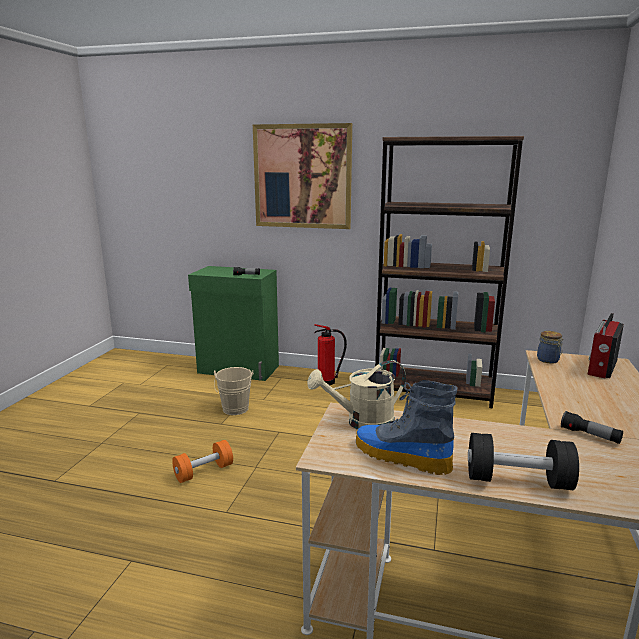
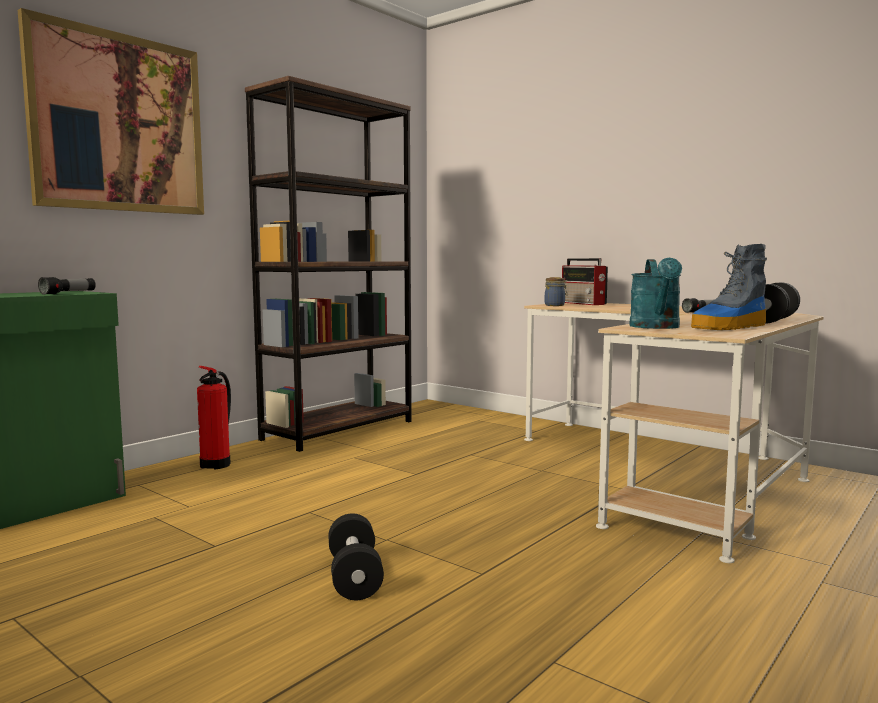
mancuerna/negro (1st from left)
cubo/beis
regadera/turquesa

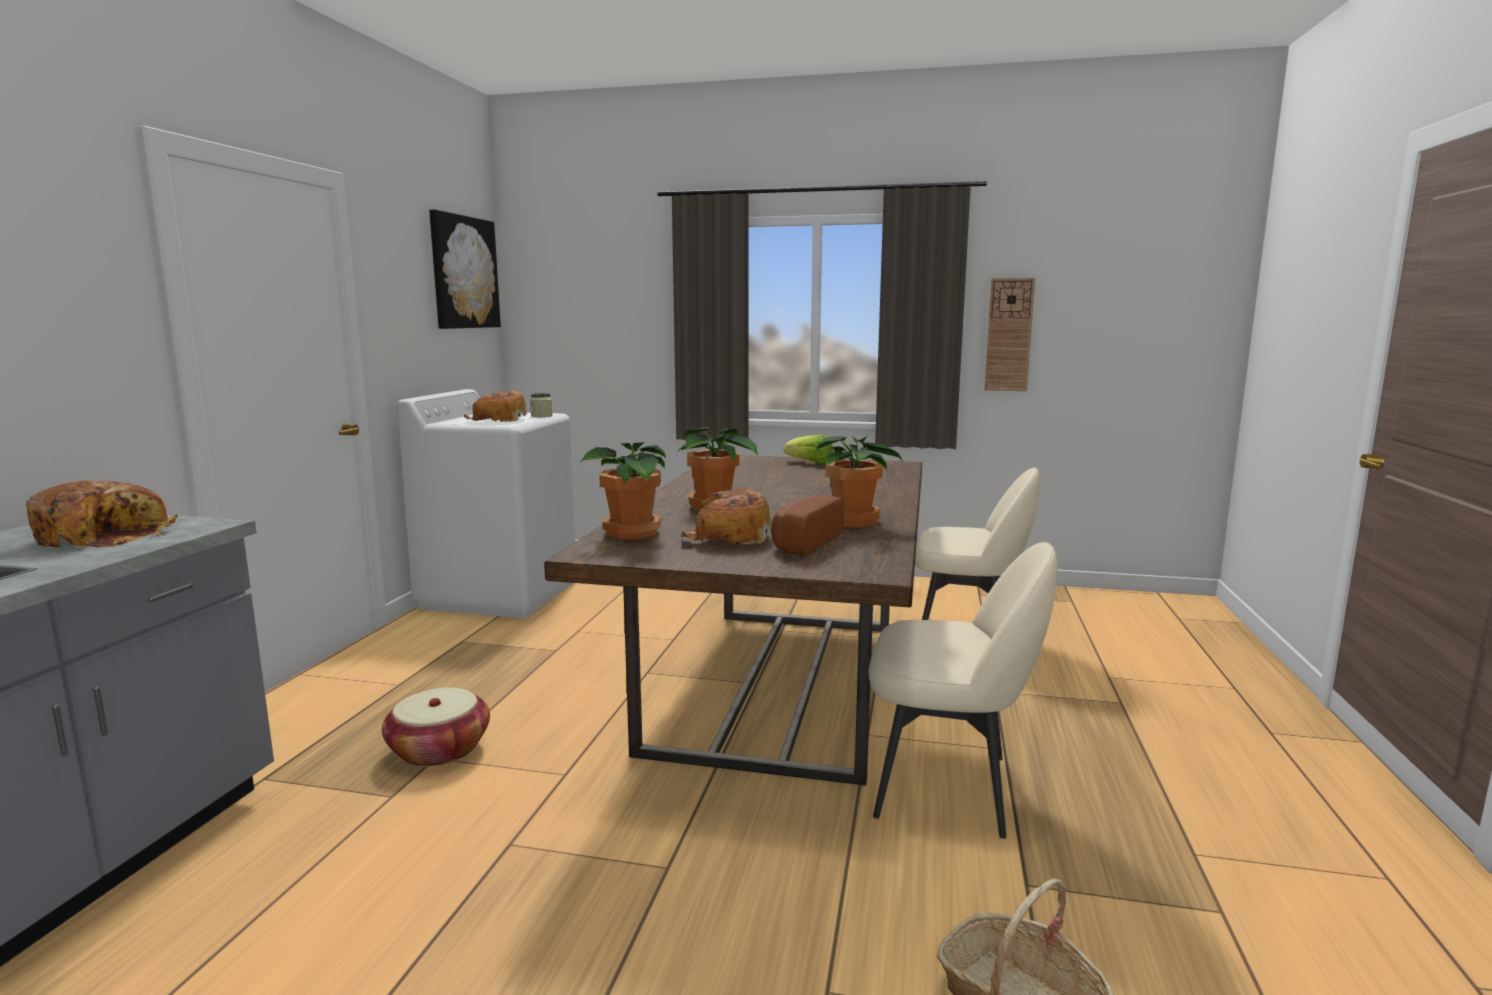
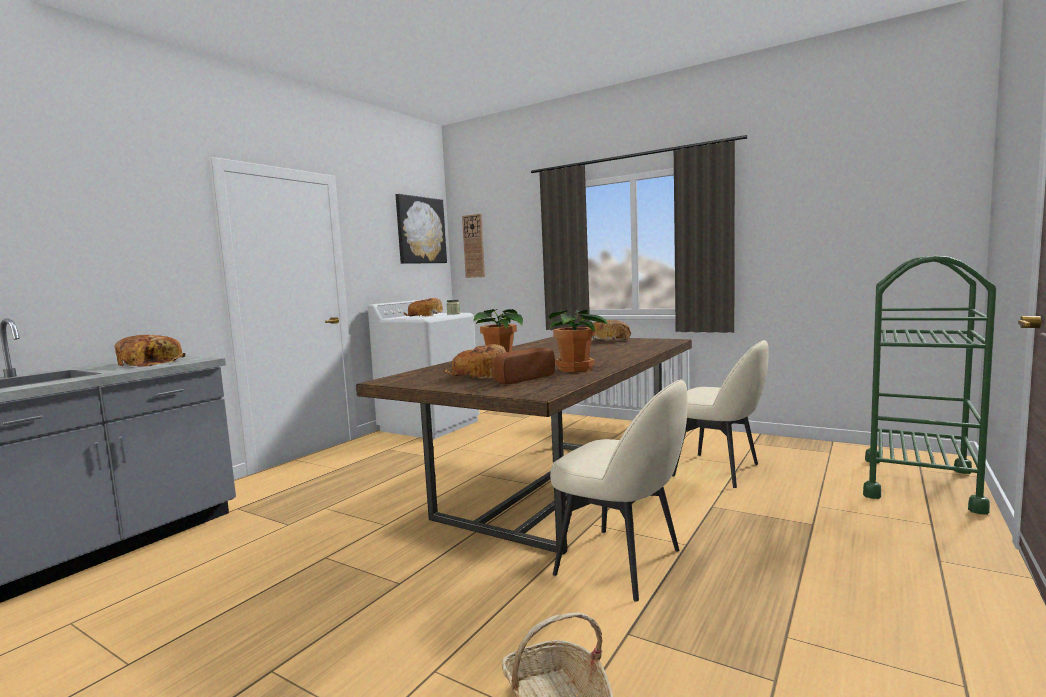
cesta (1st from left in the first image)
planta en maceta (1st from left in the first image)
pan (5th from left)
reloj de pared
carrito/verde

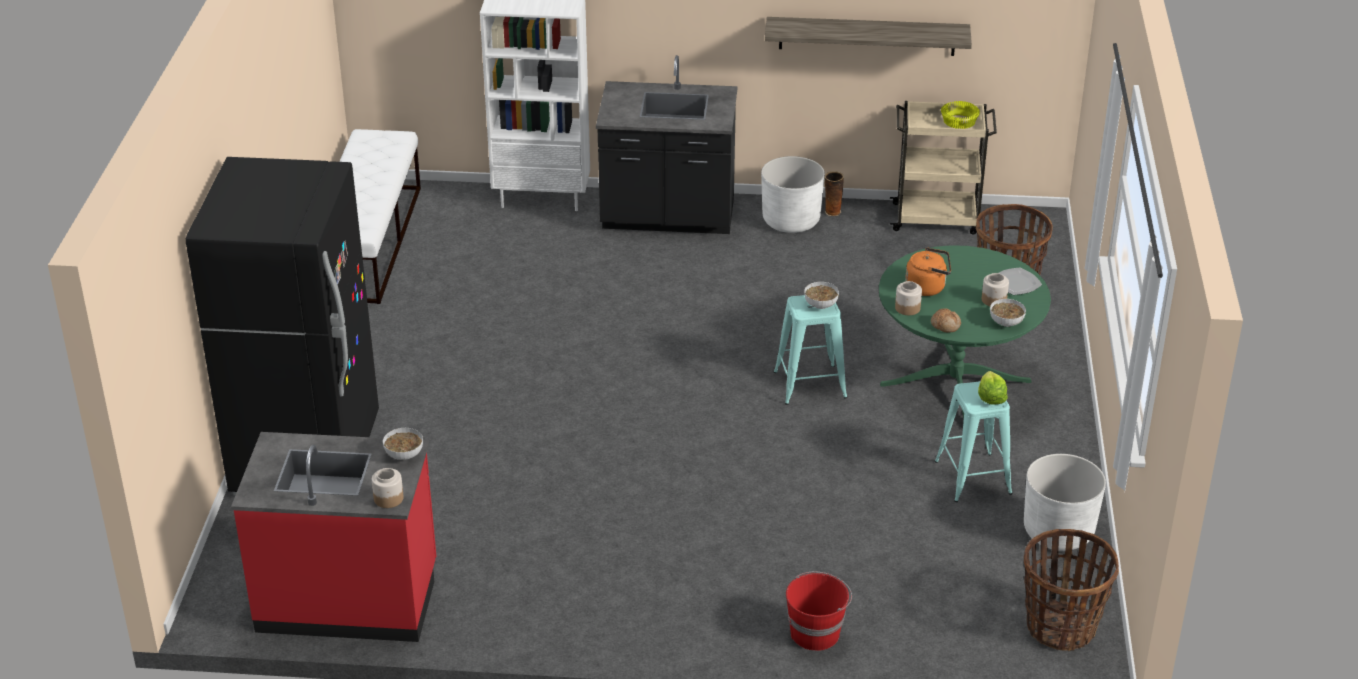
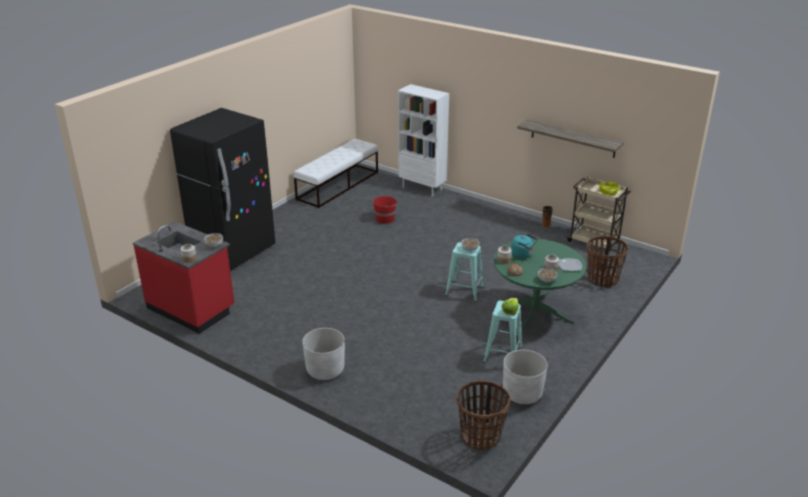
mueble bajo de cocina/negro
maceta/blanco (1st from left)
cubo/rojo
hervidor/turquesa

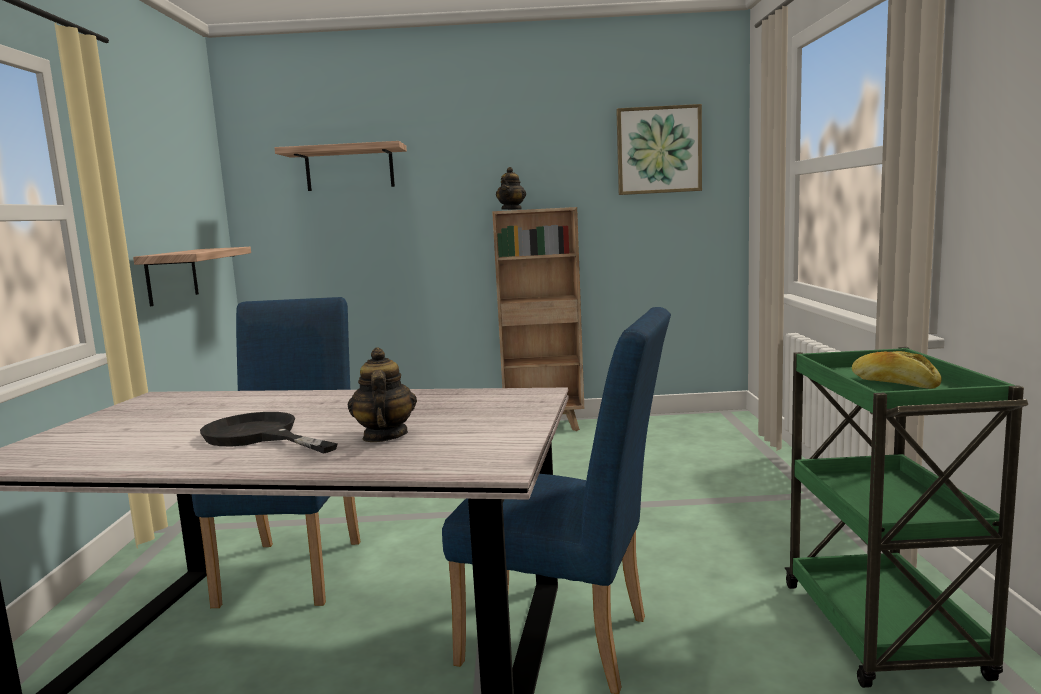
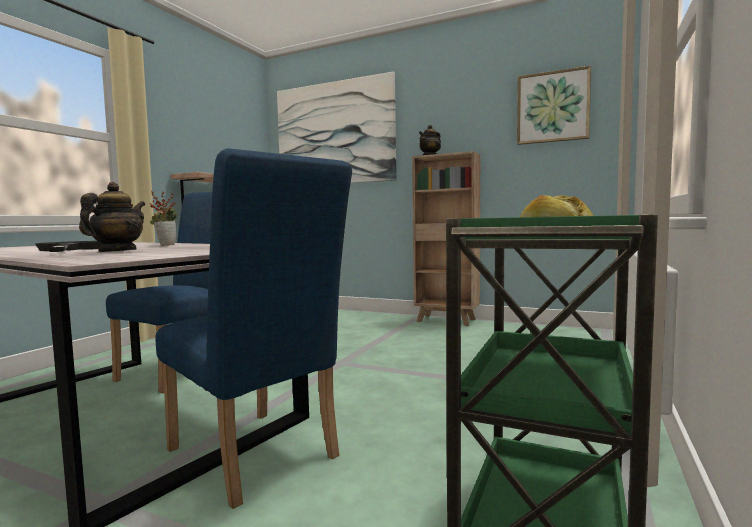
cuadro (1st from left)
planta en maceta

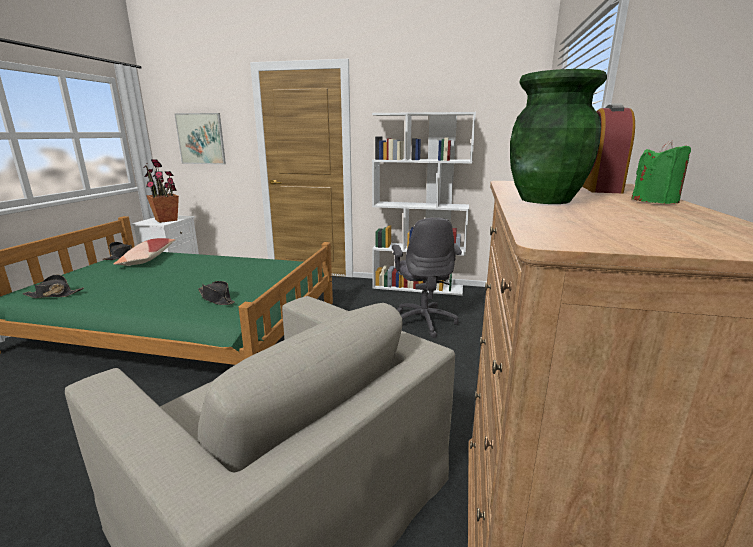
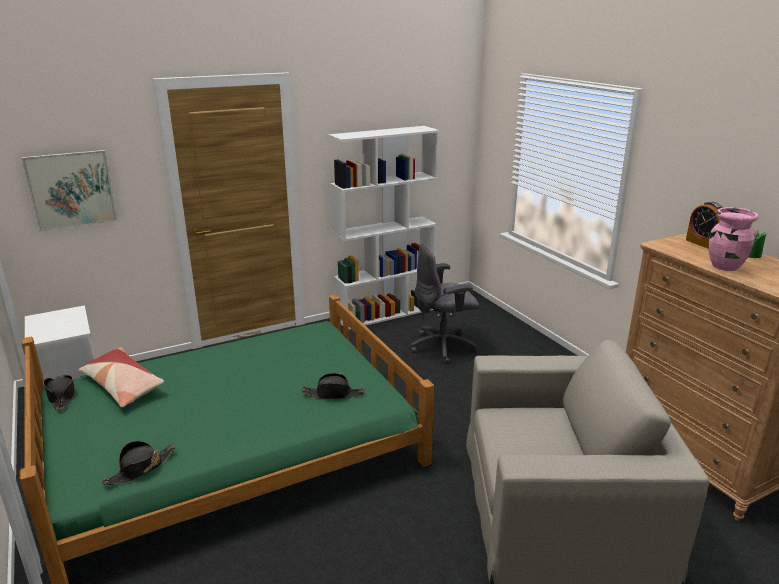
planta en maceta
silla de oficina/gris
florero/rosa

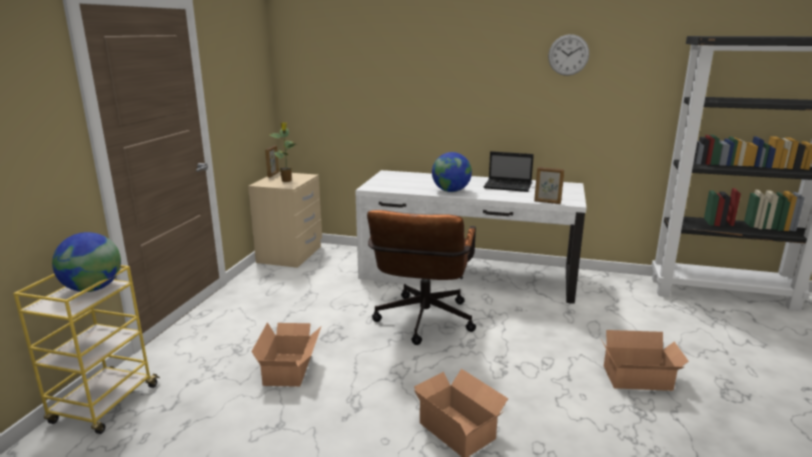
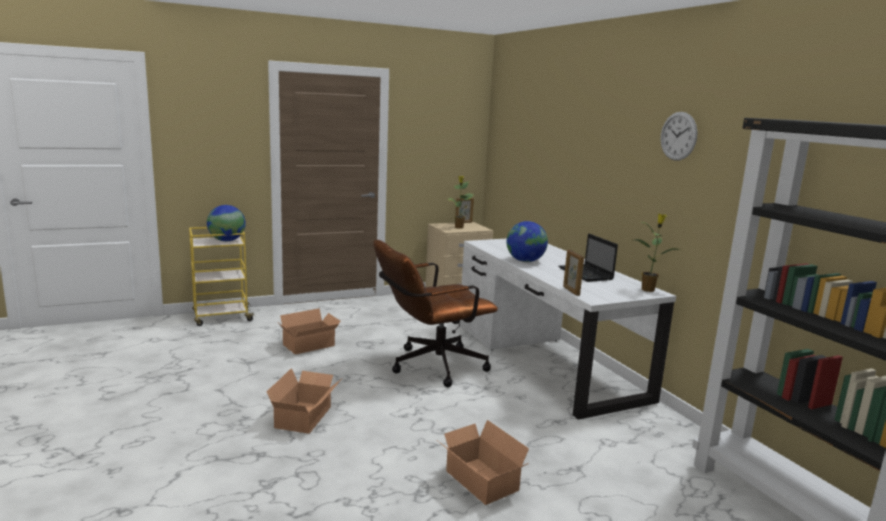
planta en maceta (2nd from left)

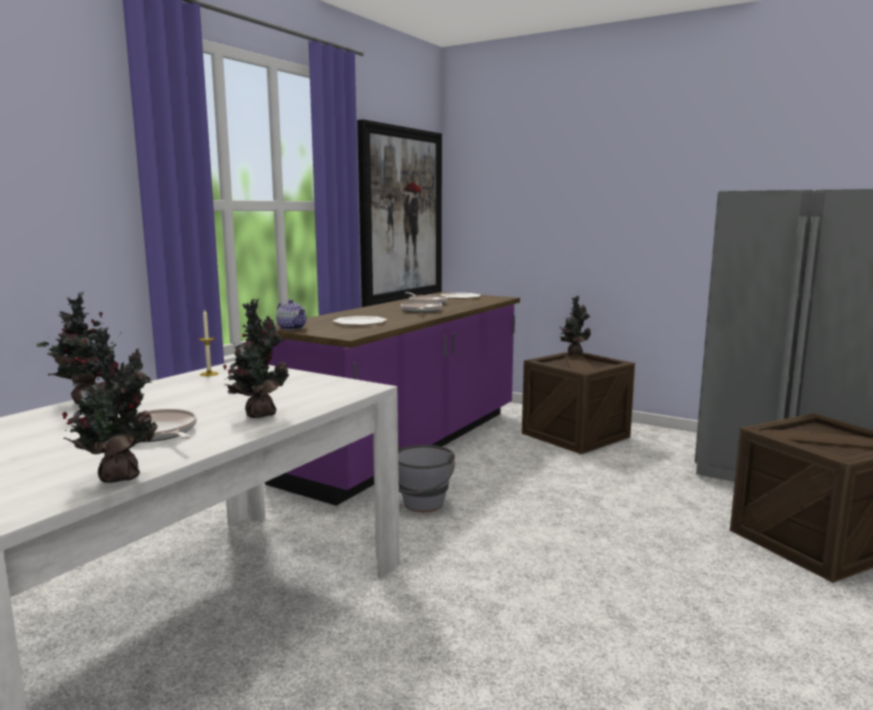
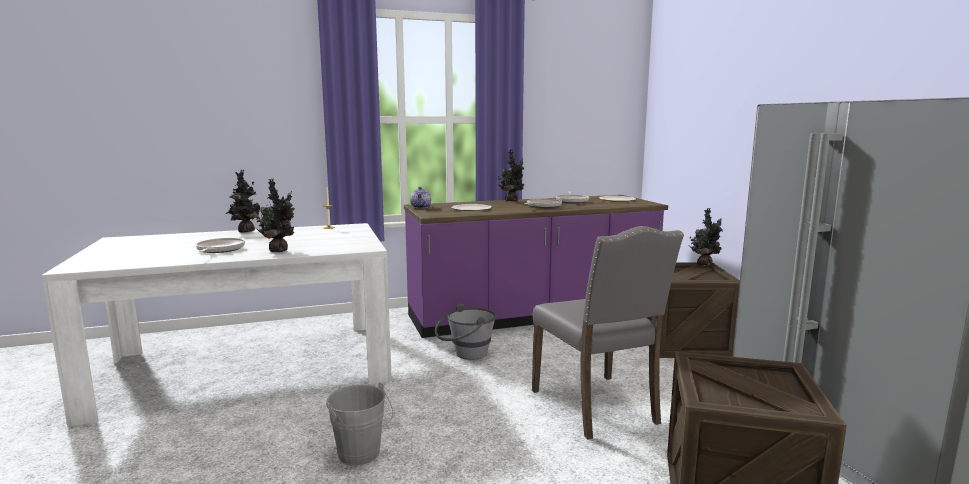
planta en maceta (3rd from left)
cuadro
cubo/gris (1st from left)
silla/gris

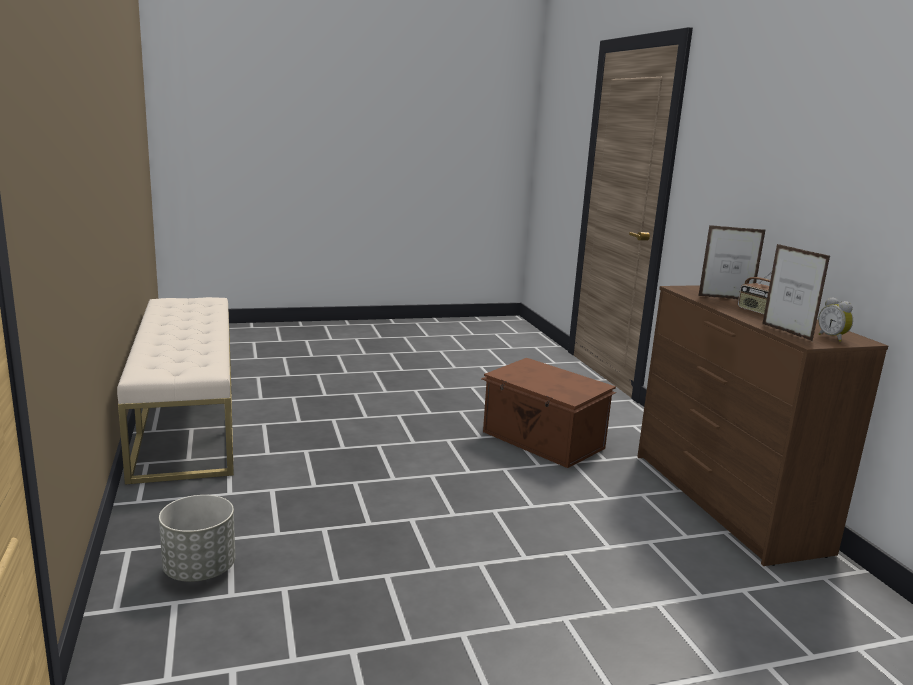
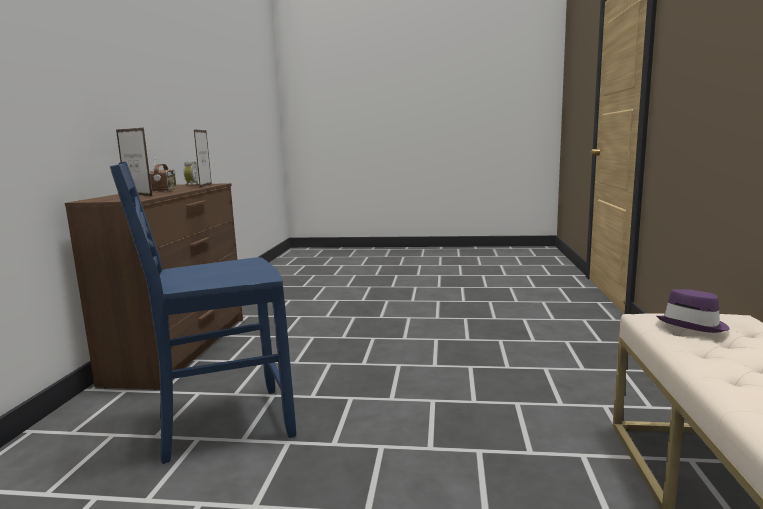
maceta/gris
silla/azul
sombrero/morado

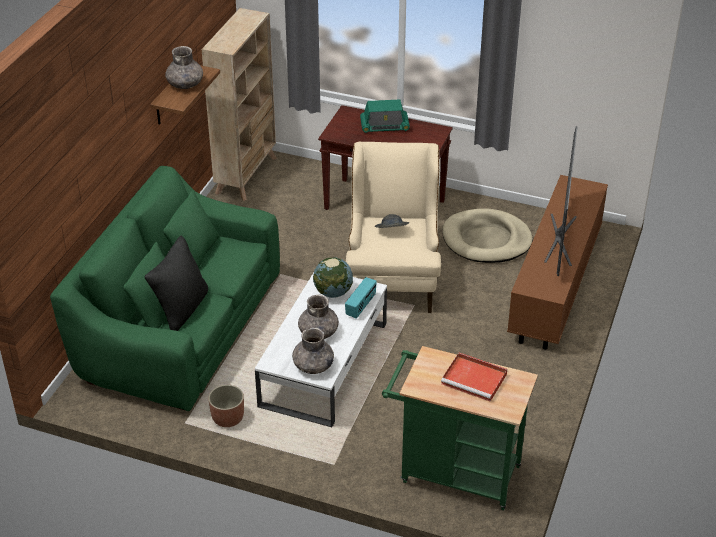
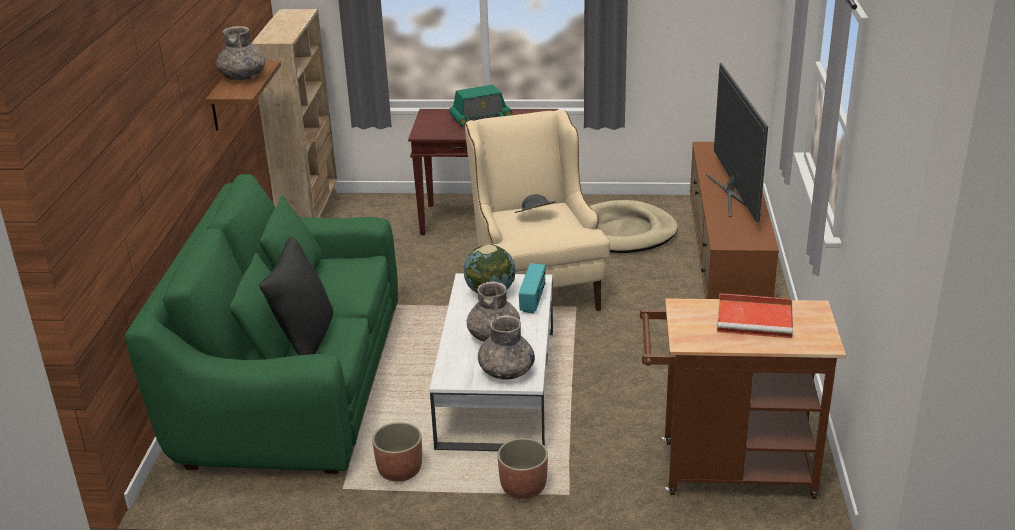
carrito/marrón
maceta (2nd from left)

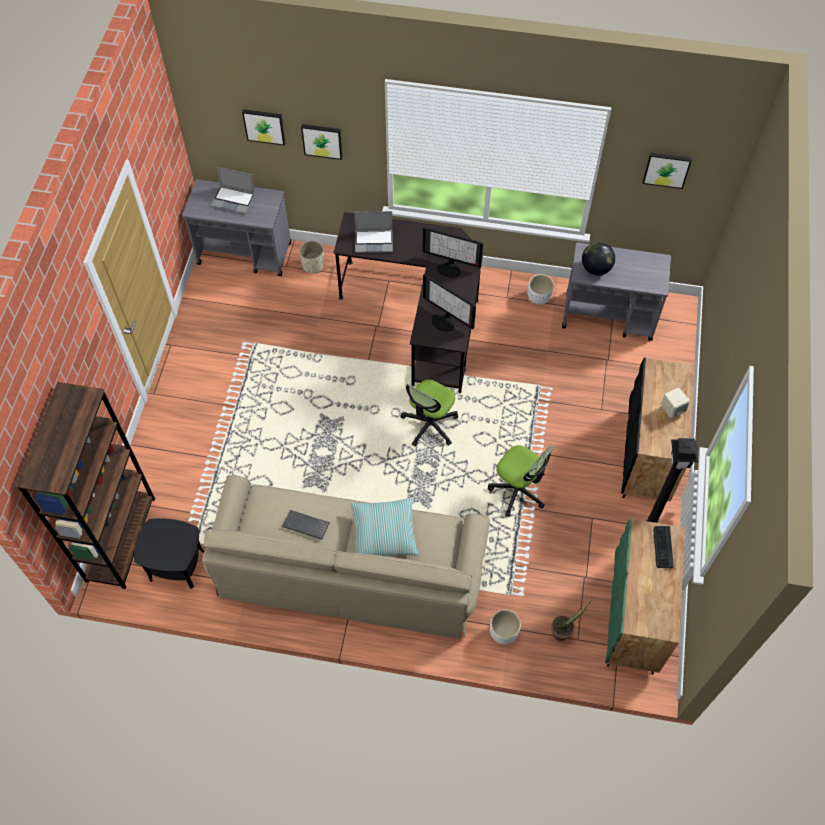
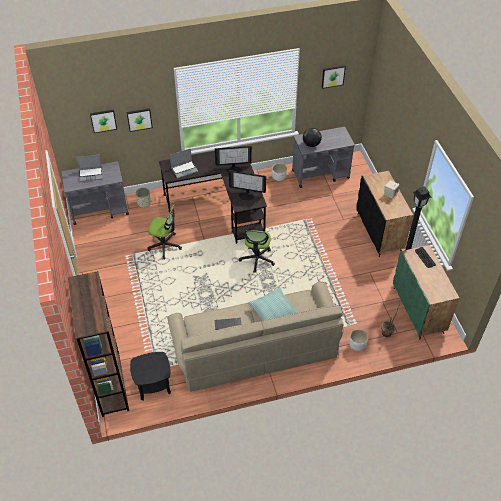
silla de oficina (1st from left)

